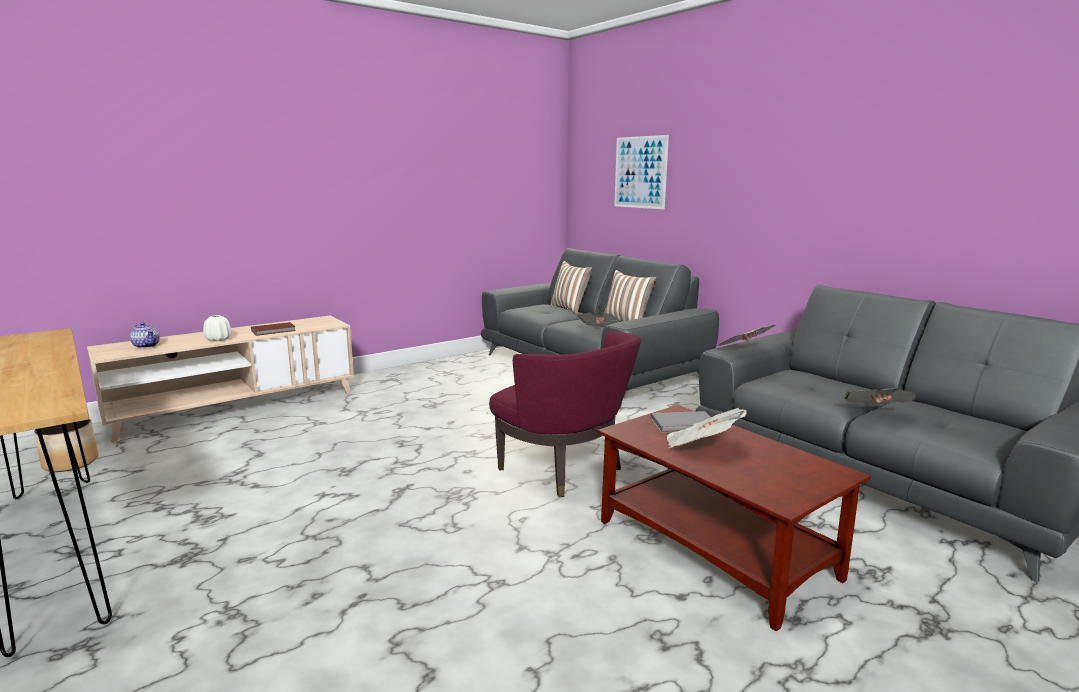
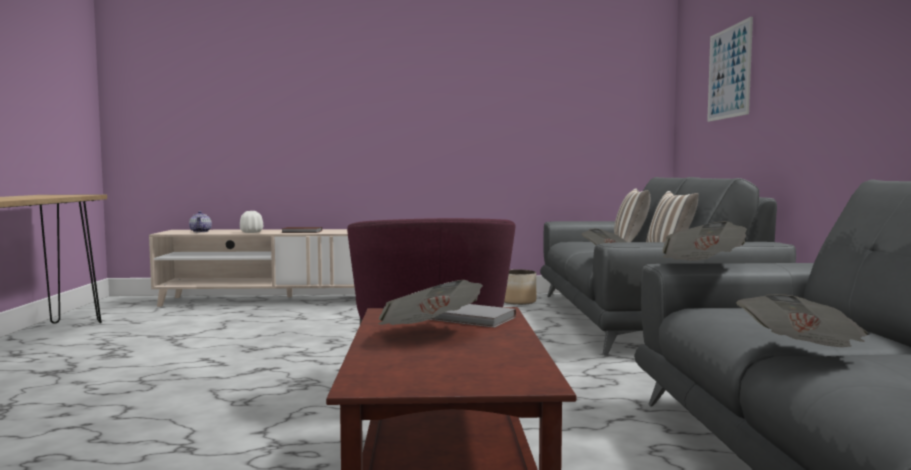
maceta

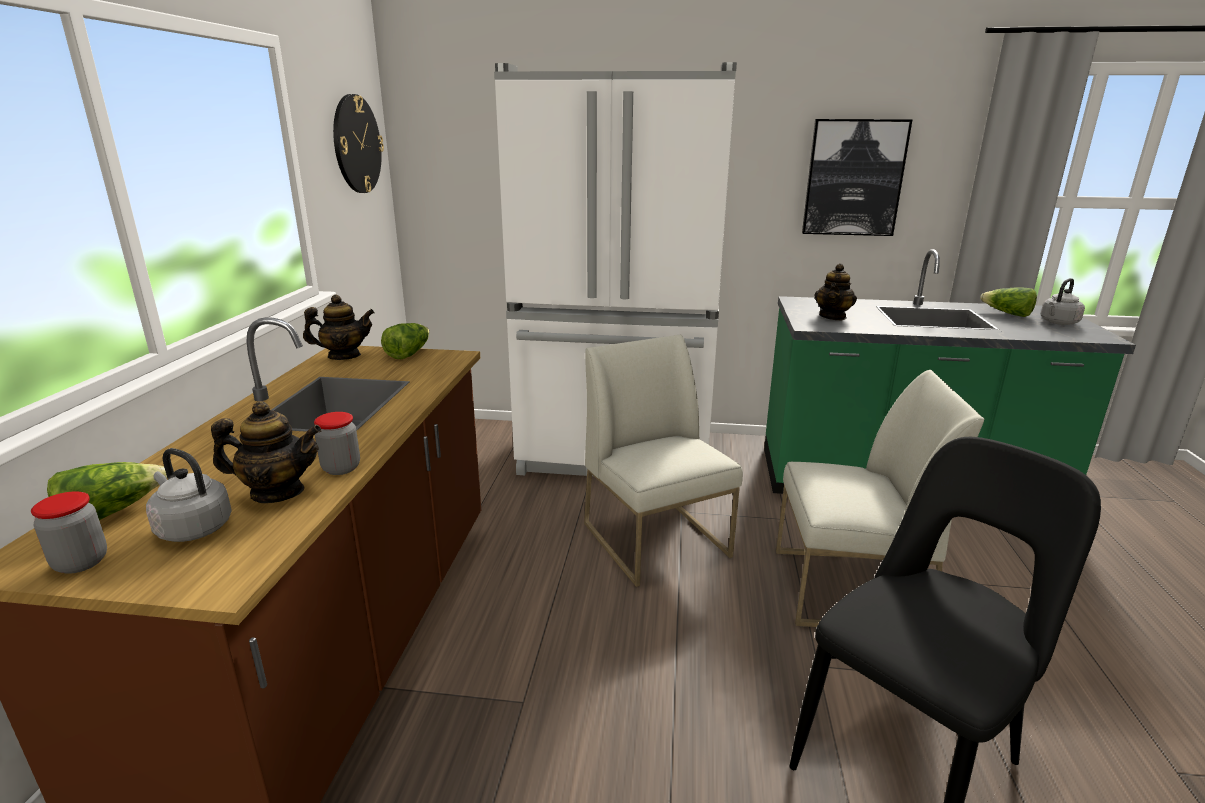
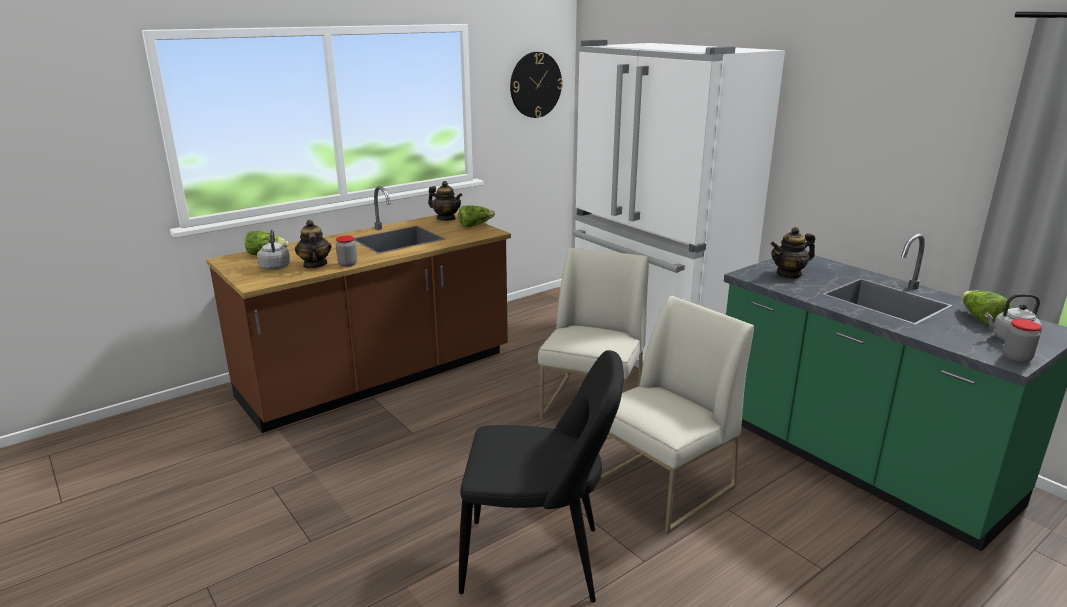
tarro (2nd from left)
tetera (1st from left)
silla/blanco (2nd from left)
cuadro

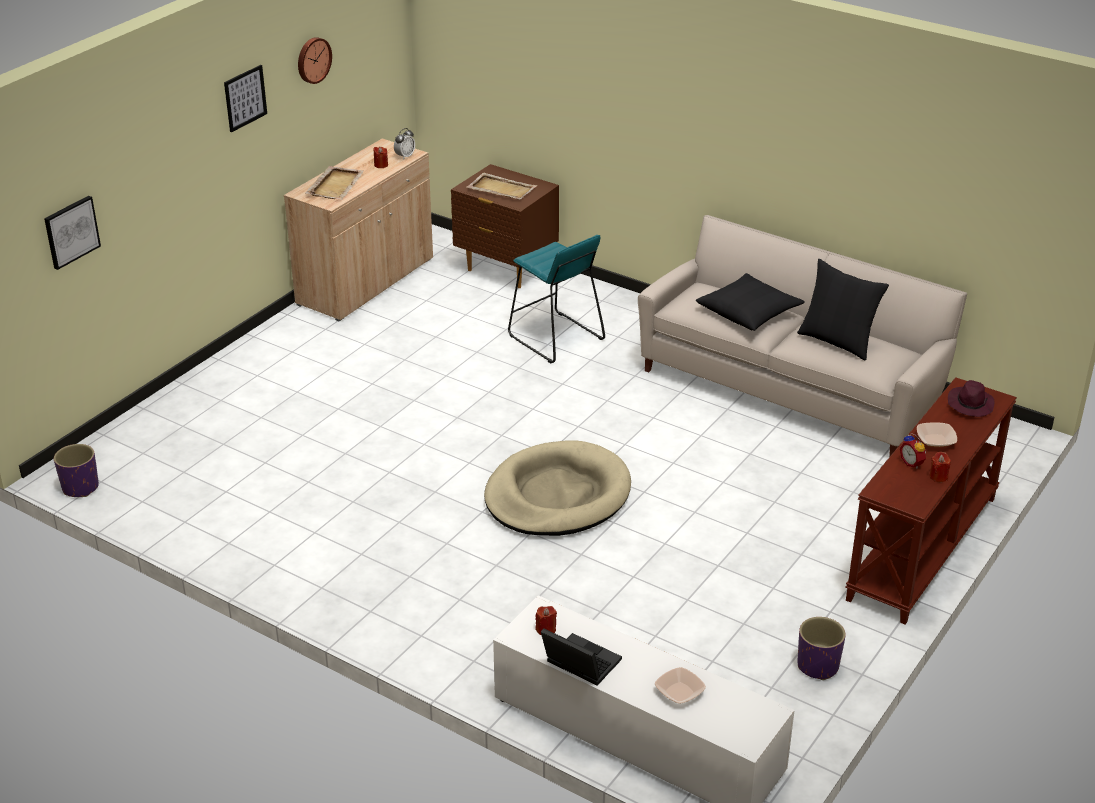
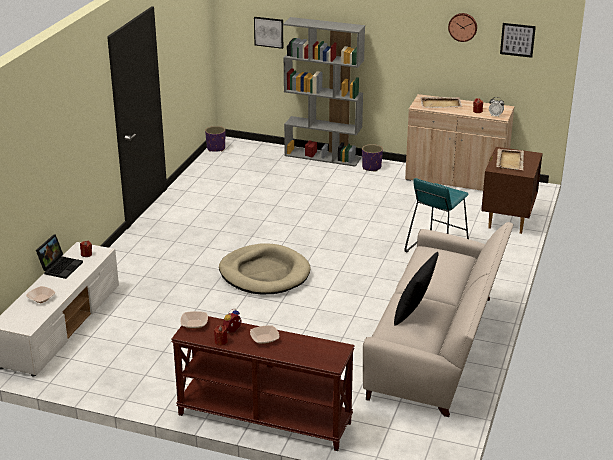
cuadro (2nd from left)
cojín/negro (1st from left in the first image)
maceta/morado (2nd from left)
sombrero/morado
cuenco (2nd from left)
estantería/gris

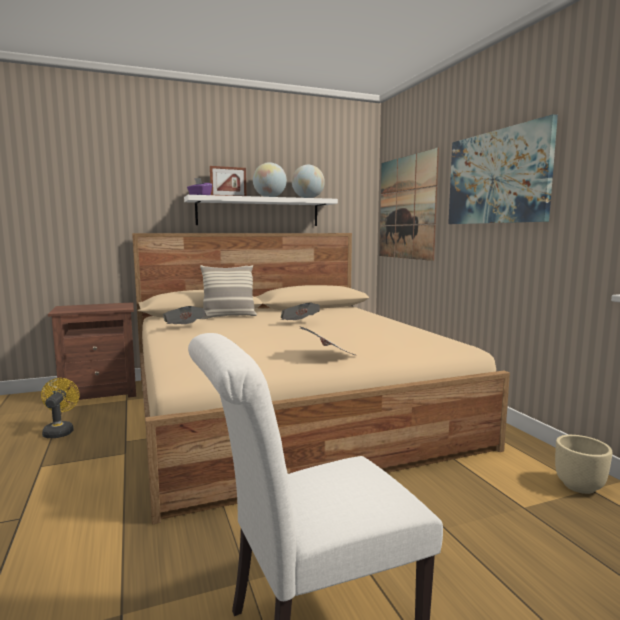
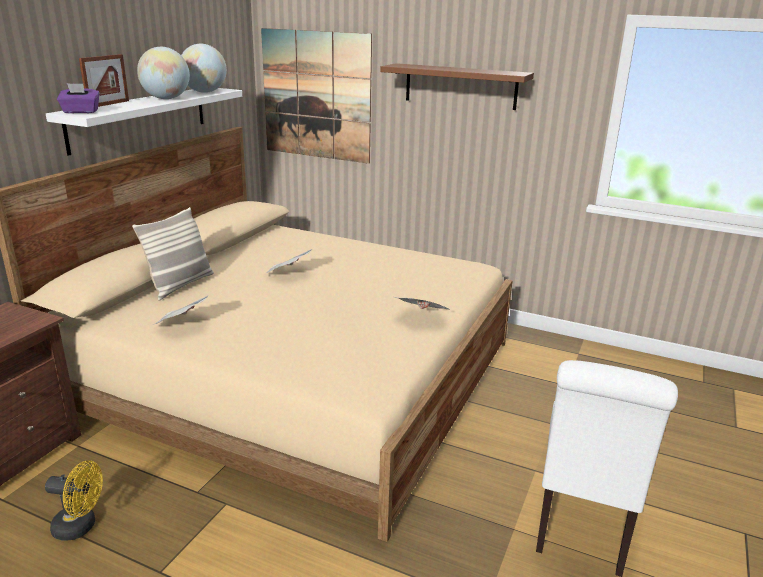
ventilador/amarillo
estante/marrón
maceta/beis

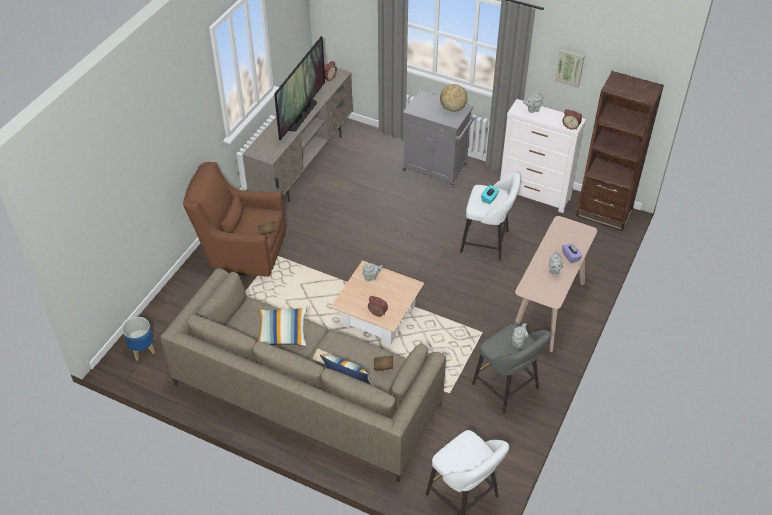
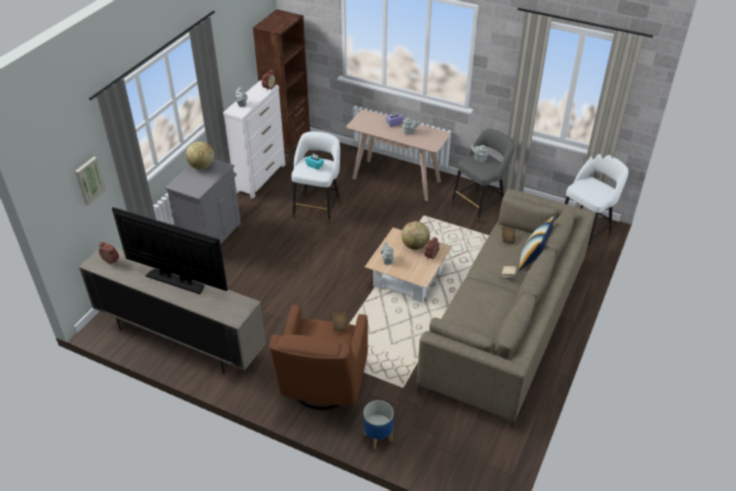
maceta
cojín (1st from left in the first image)
cuadro
globo terráqueo (2nd from left)

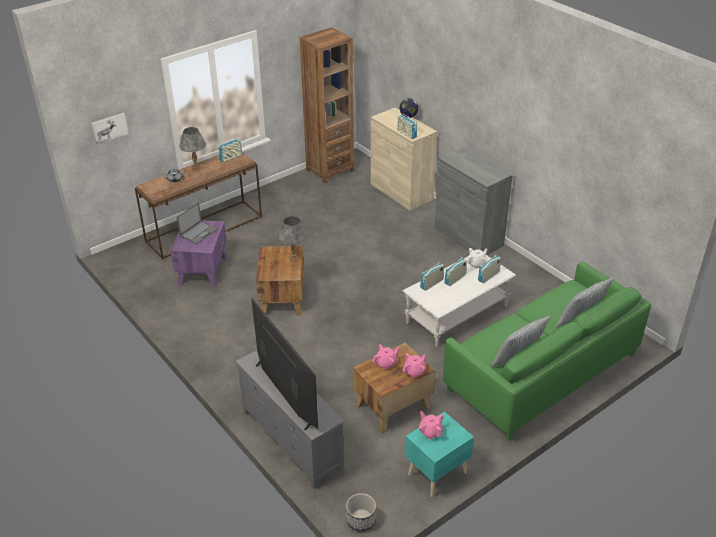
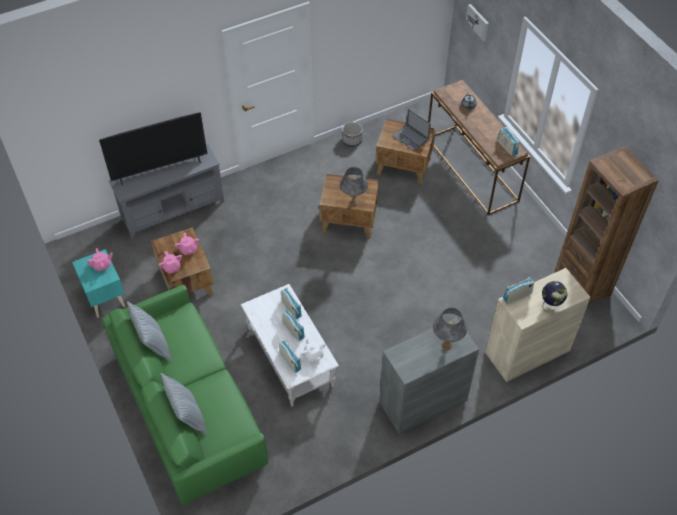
mesa auxiliar/marrón (3rd from left)
lámpara de mesa/gris (2nd from left)
maceta

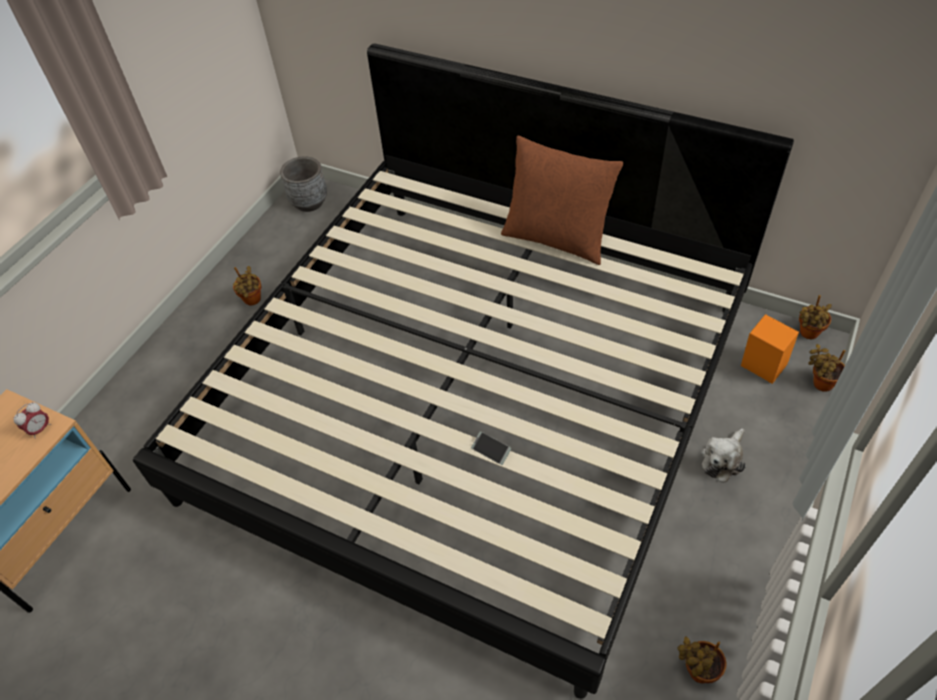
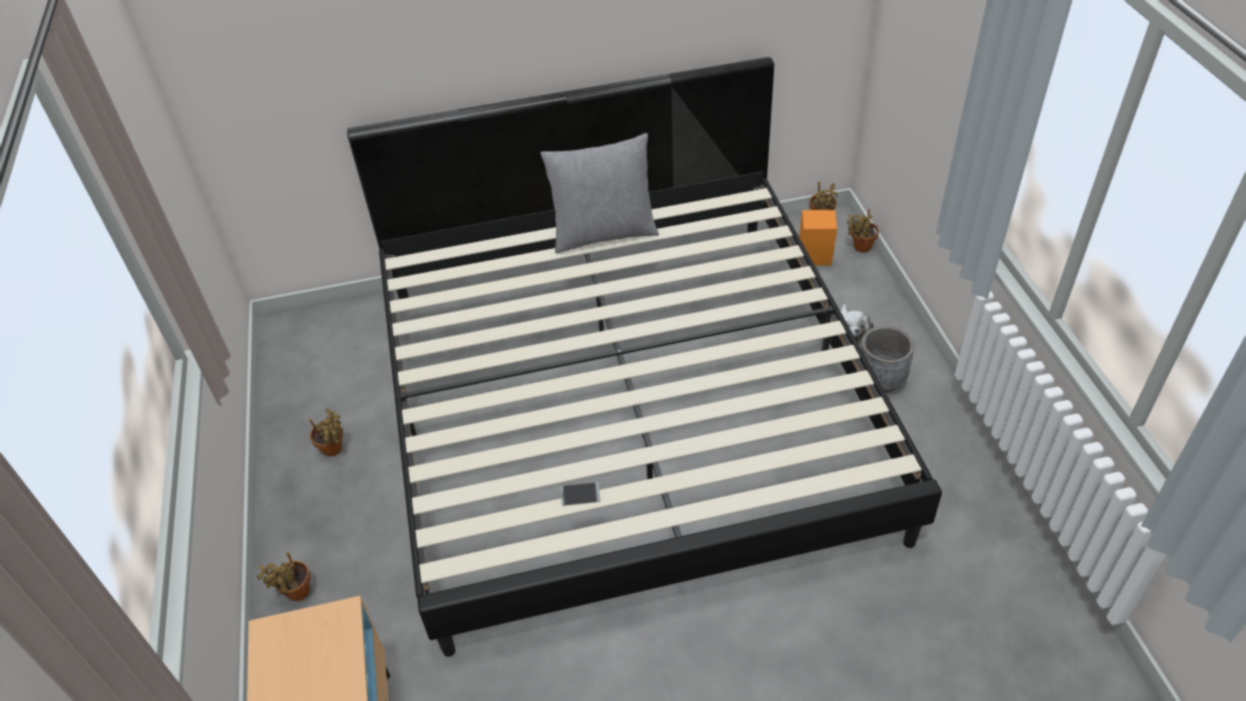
despertador
maceta/gris
móvil
cojín/gris
planta en maceta (1st from left)

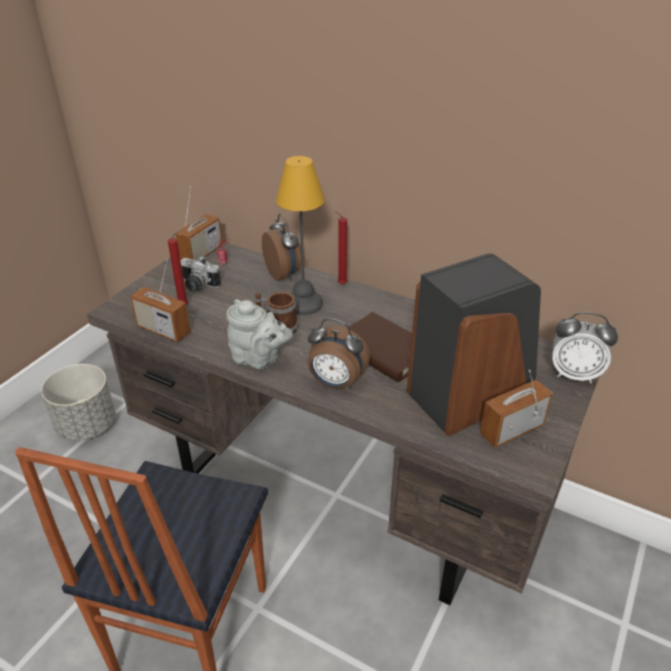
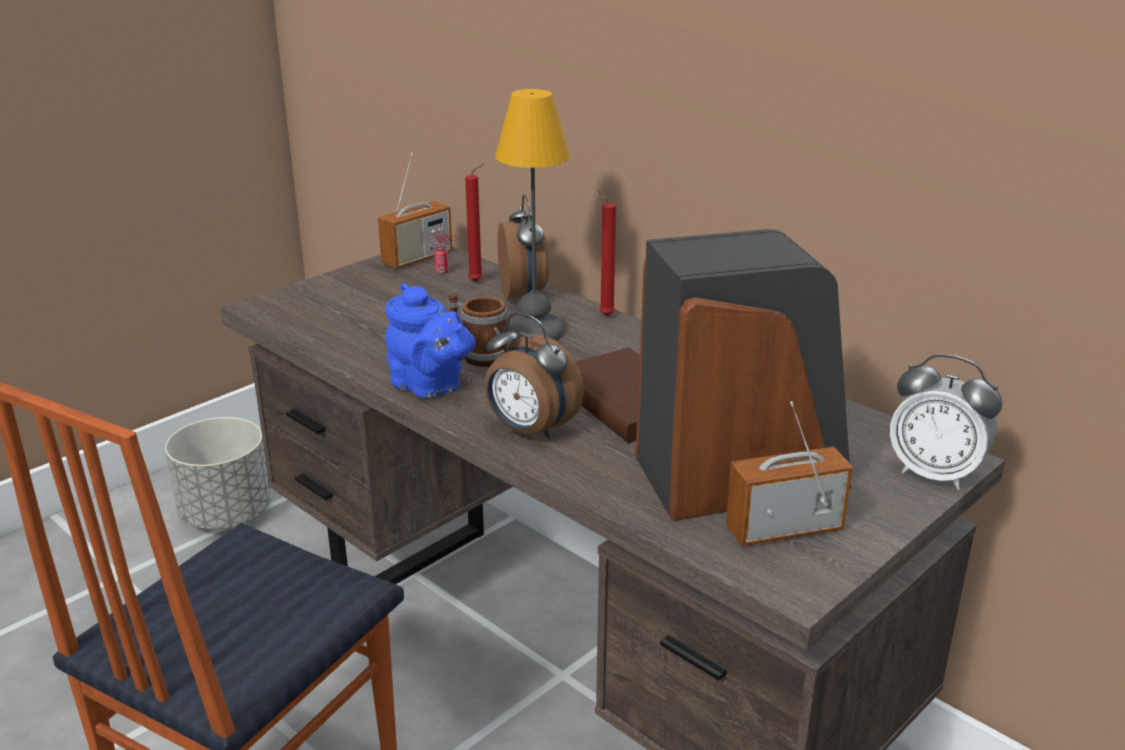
radio (1st from left in the first image)
vela/rojo (1st from left)
cámara
tetera/azul

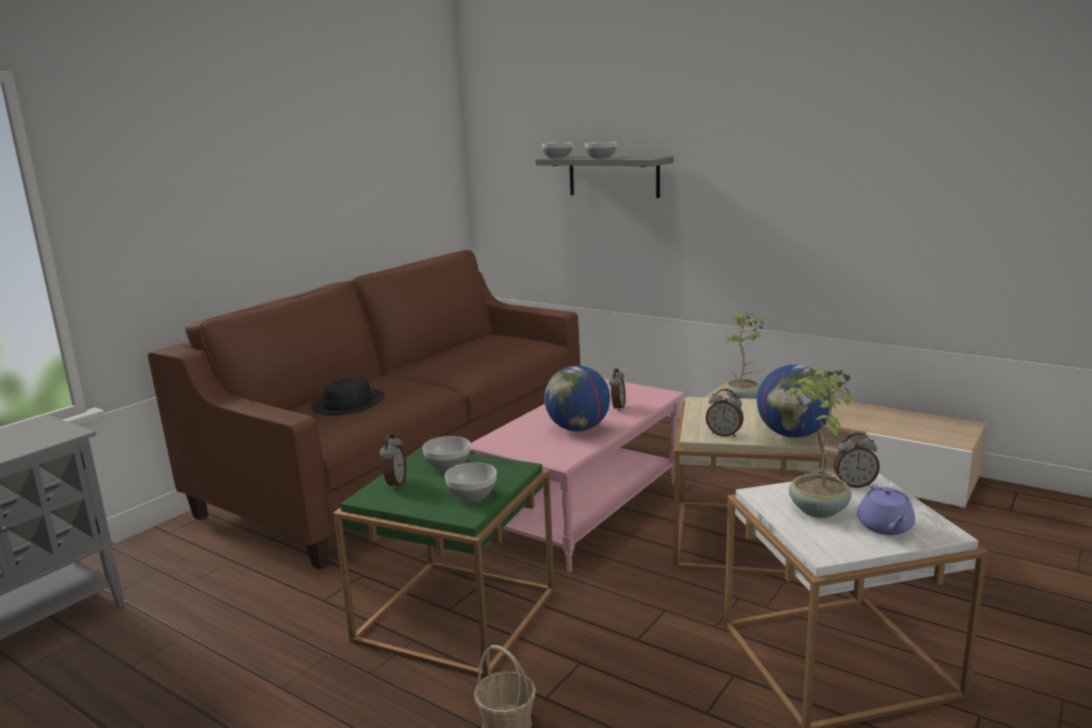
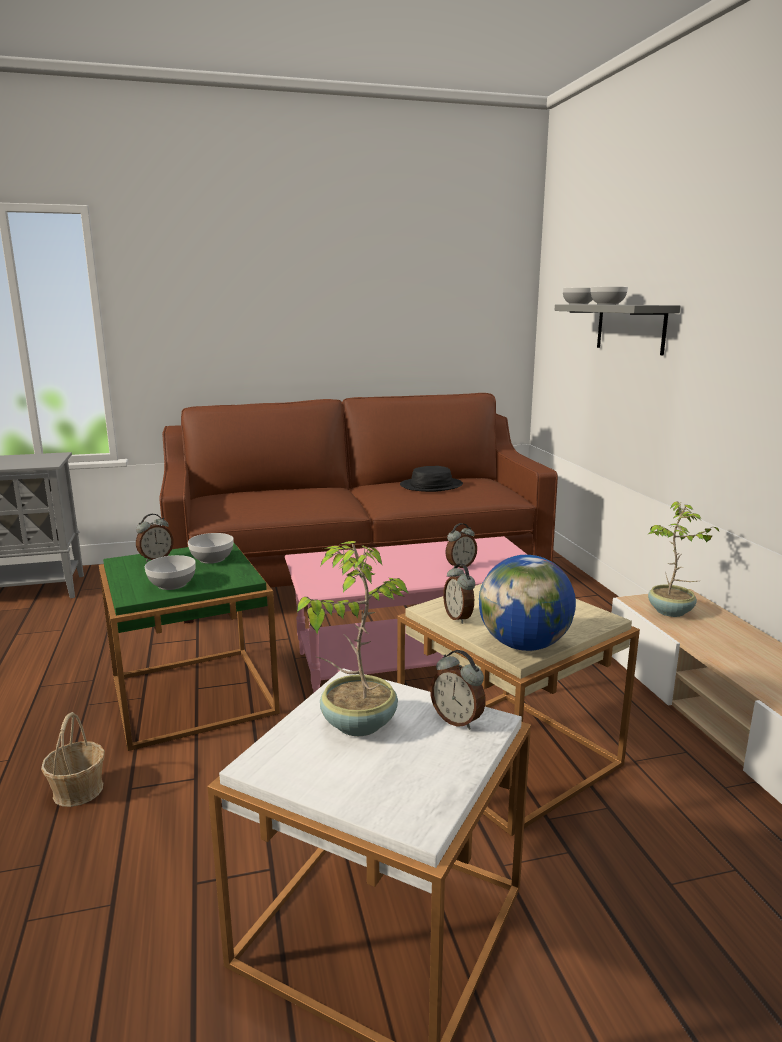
sombrero/negro
globo terráqueo (1st from left in the first image)
tetera/morado

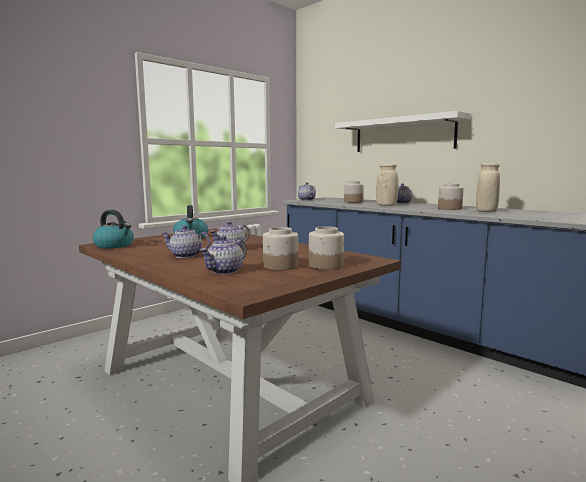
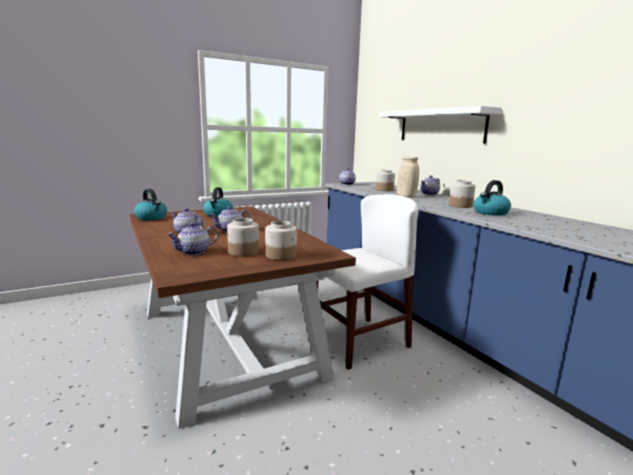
hervidor (3rd from left)
silla/blanco

